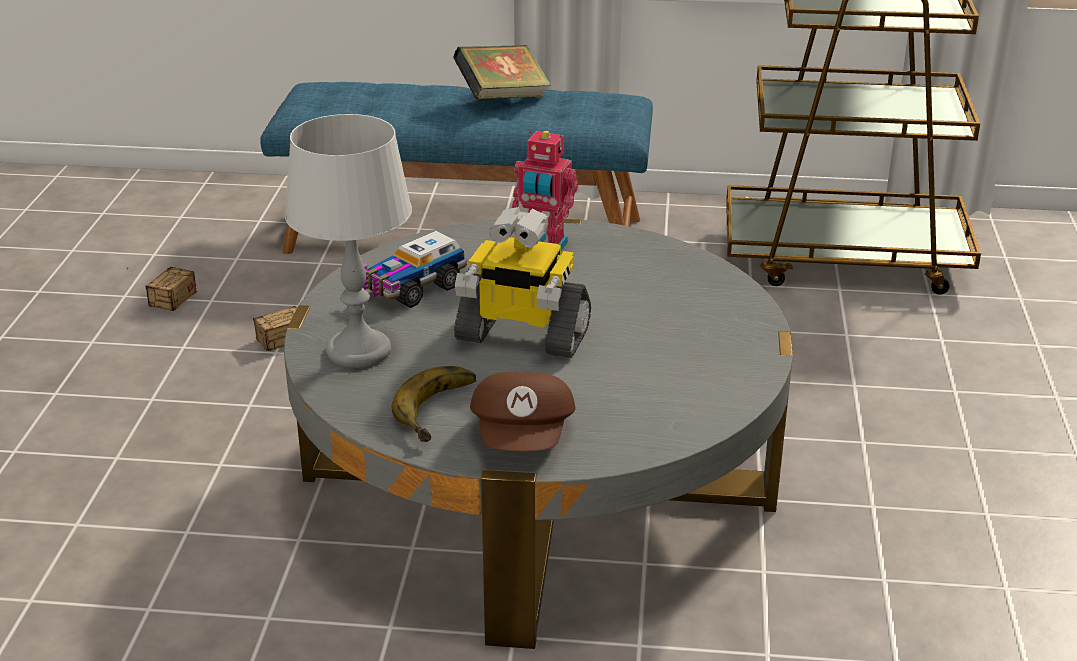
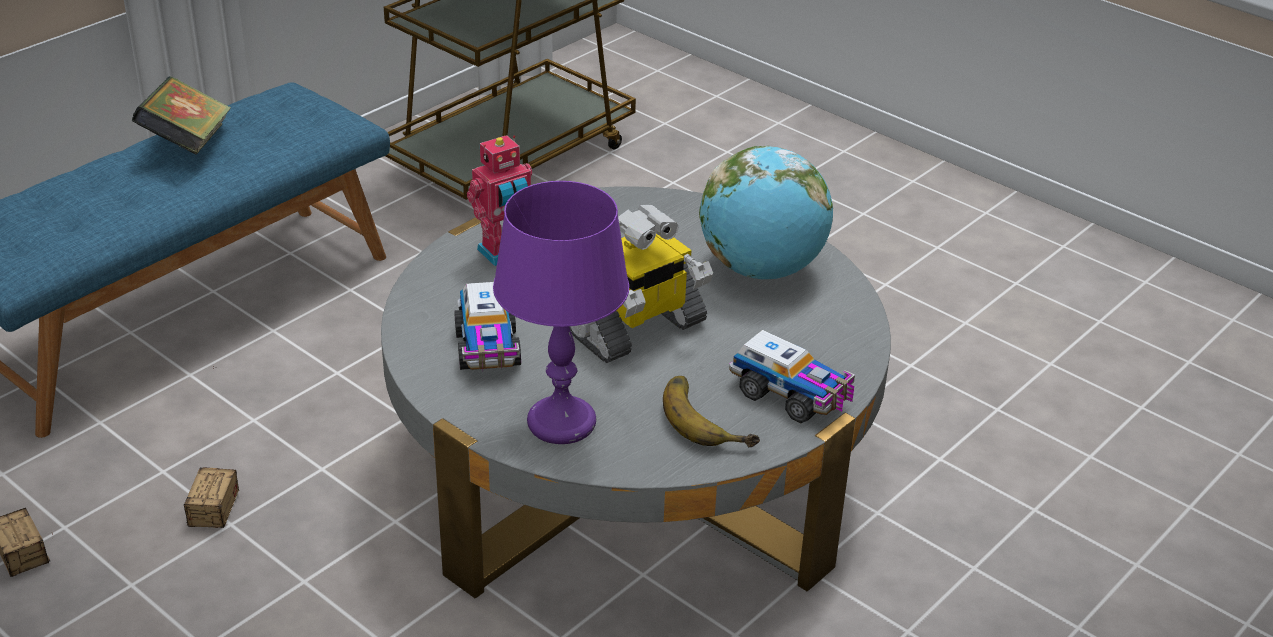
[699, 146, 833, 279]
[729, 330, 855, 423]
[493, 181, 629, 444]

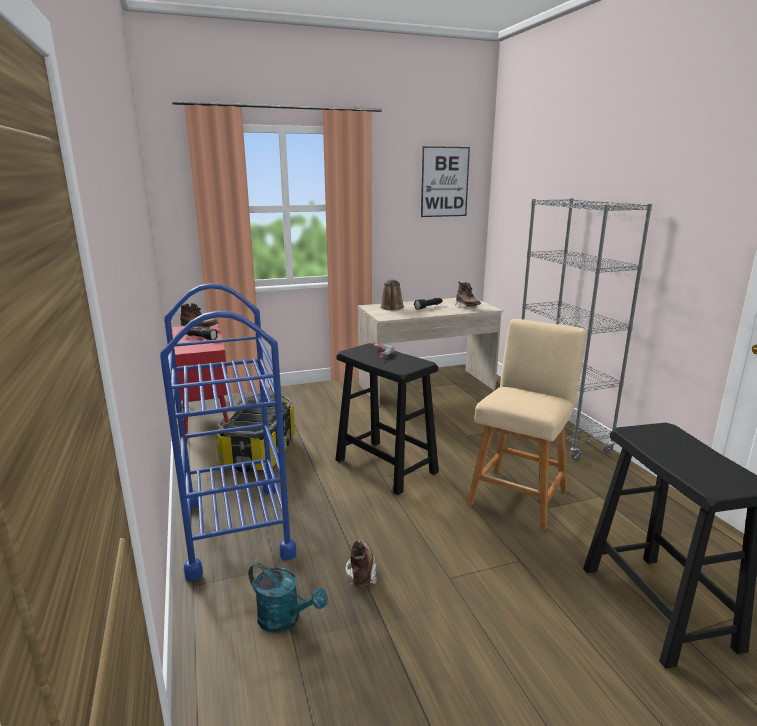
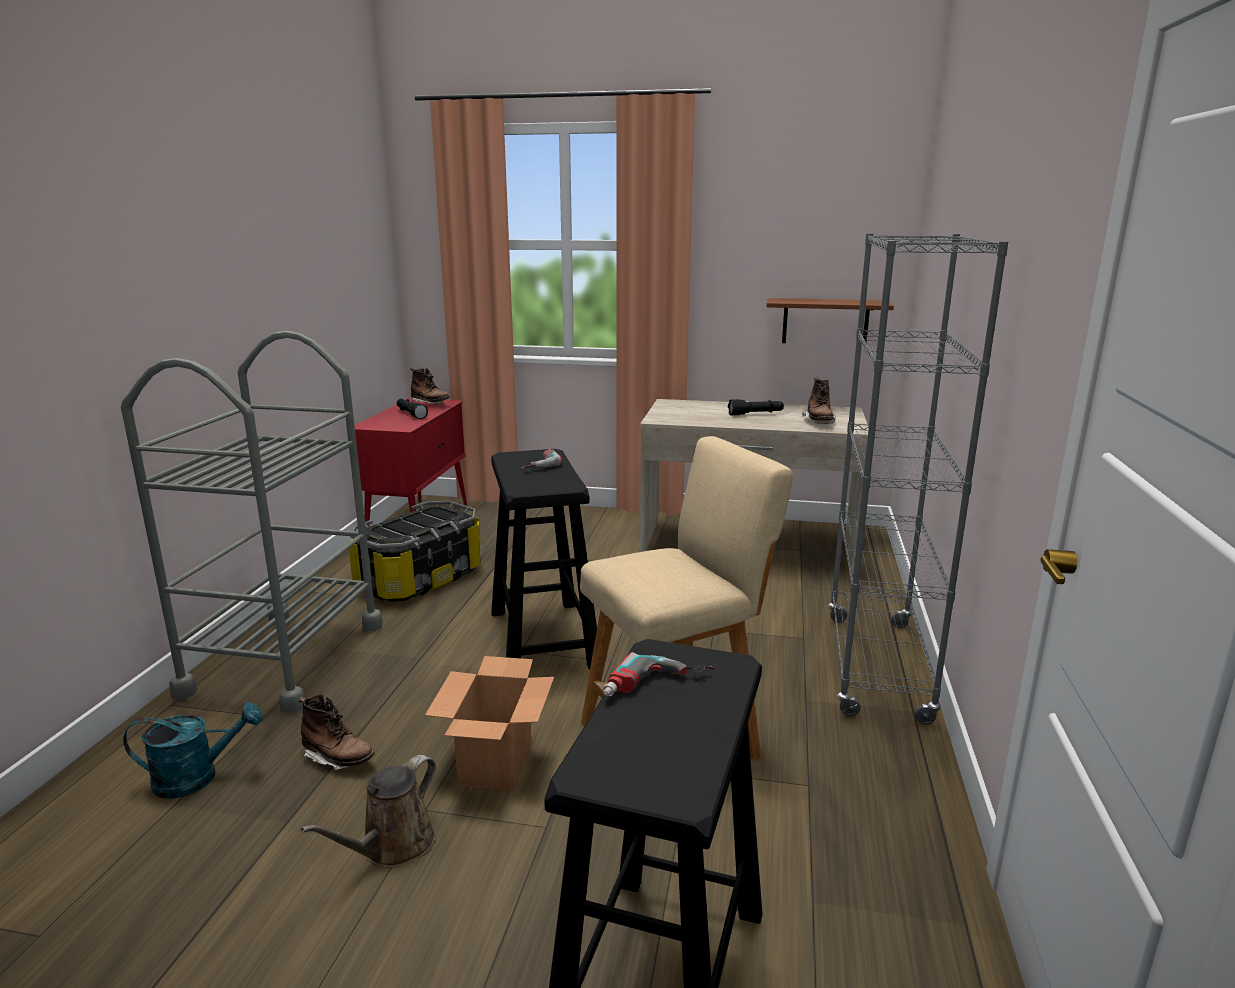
[421, 146, 470, 217] (first image)
[425, 656, 554, 791]
[603, 652, 714, 696]
[767, 298, 894, 346]
[301, 755, 436, 868]
[121, 331, 383, 714]
[123, 702, 263, 799]
[299, 694, 375, 770]

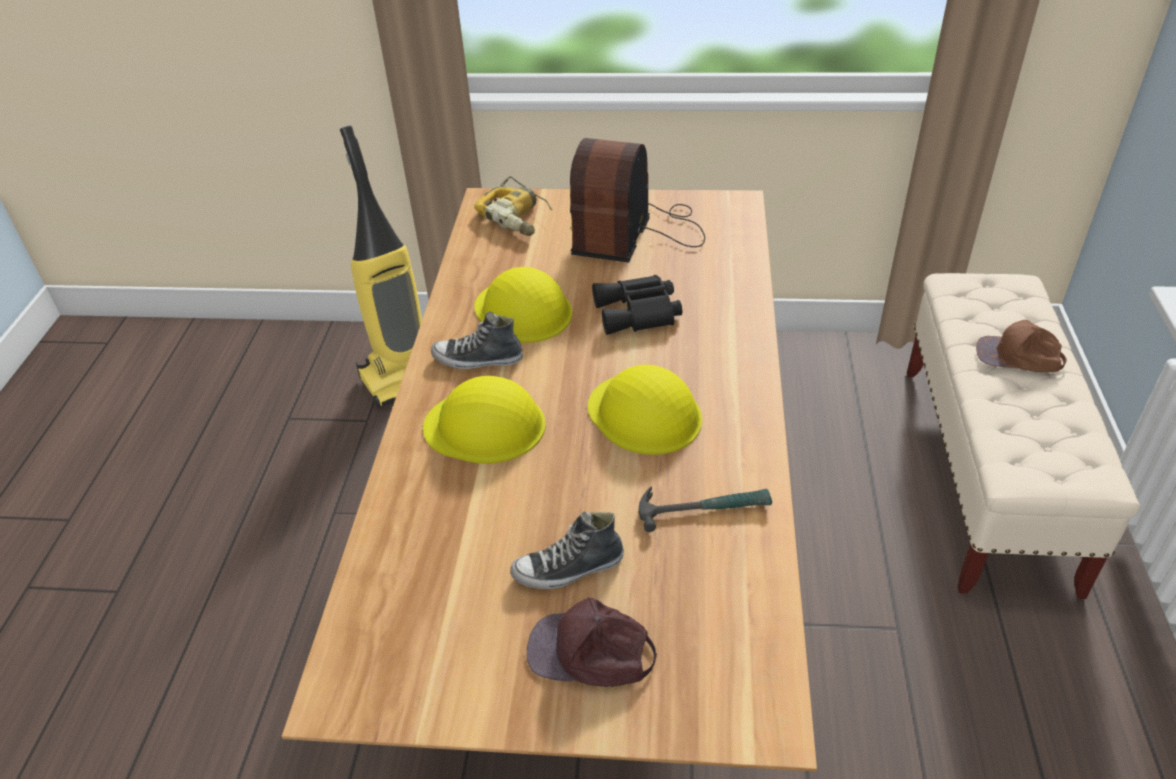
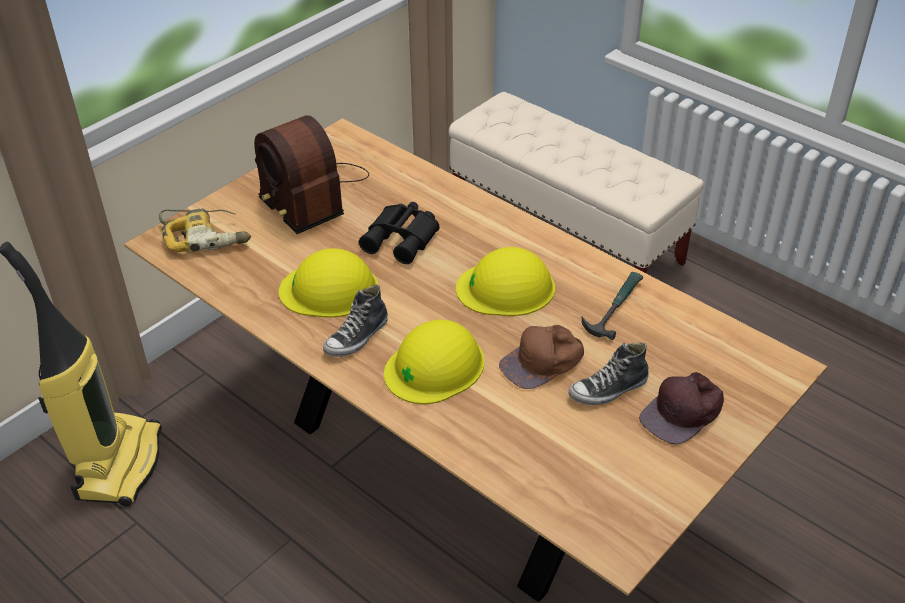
[499, 325, 584, 389]
[569, 343, 649, 405]

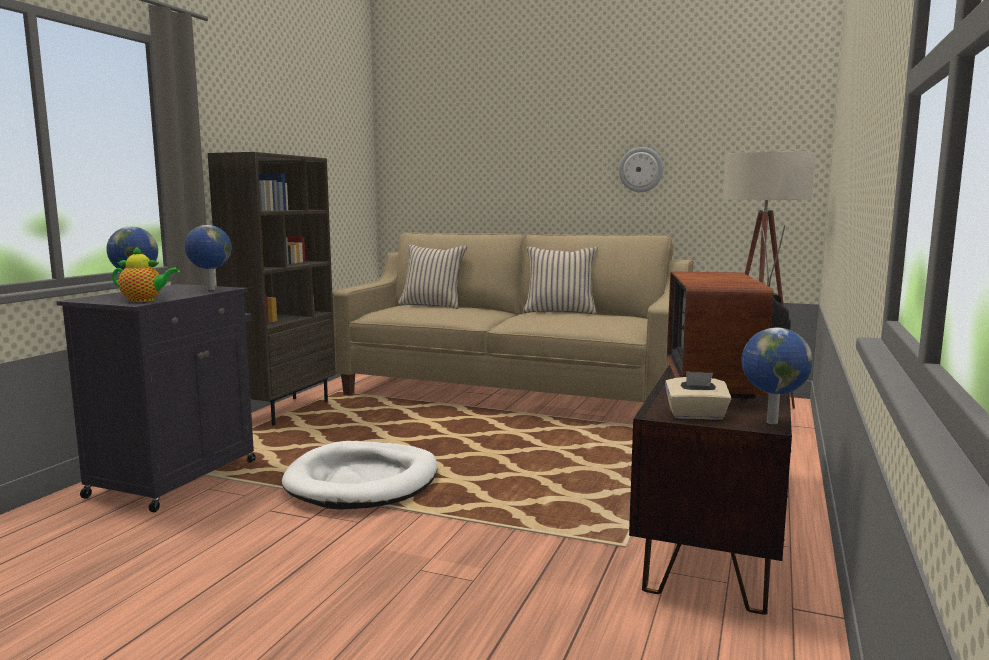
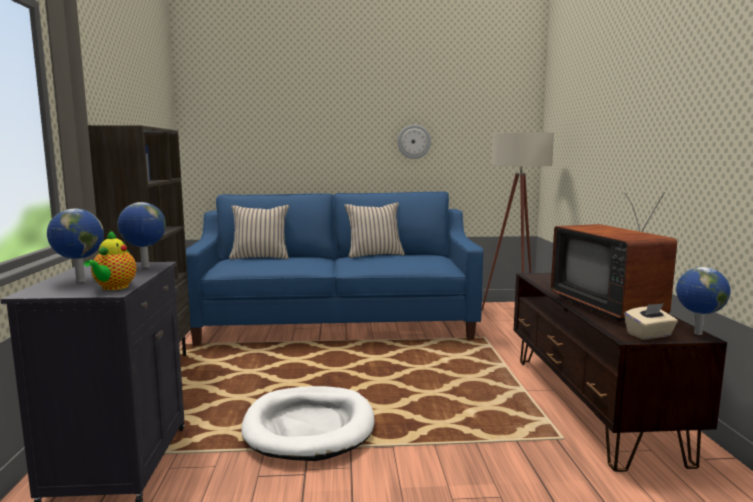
[186, 192, 483, 346]
[84, 230, 137, 290]

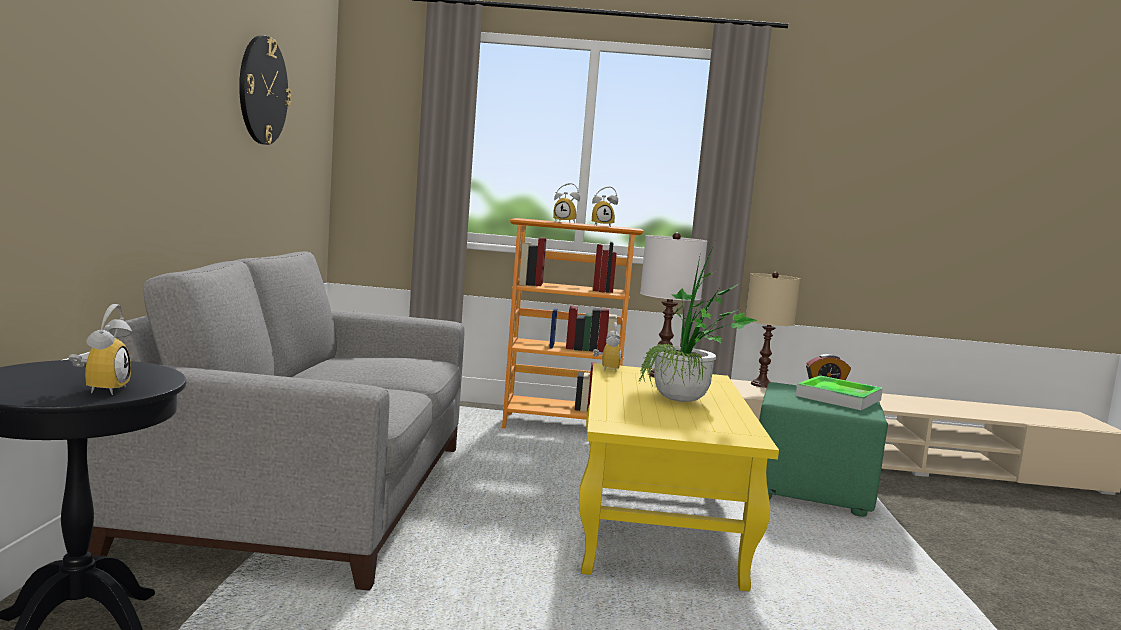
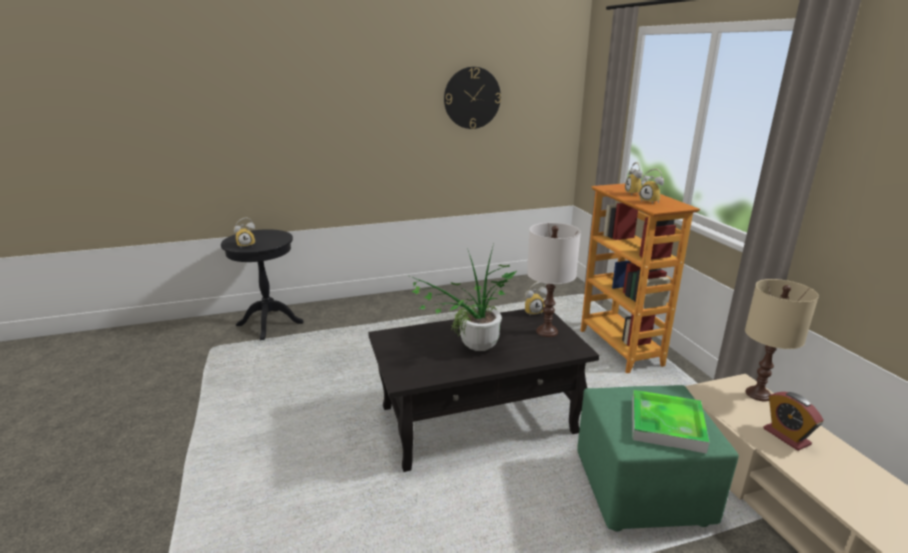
[87, 252, 465, 591] (first image)
[368, 309, 599, 472]

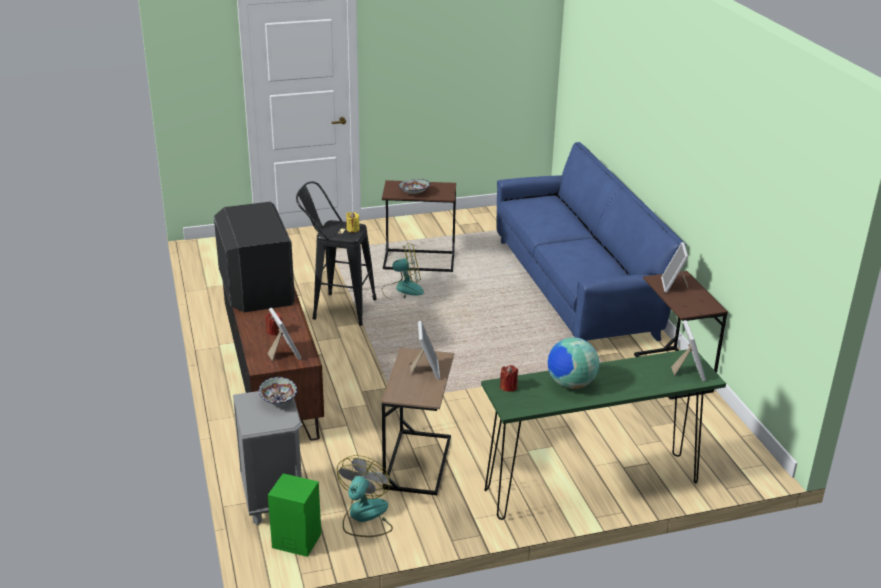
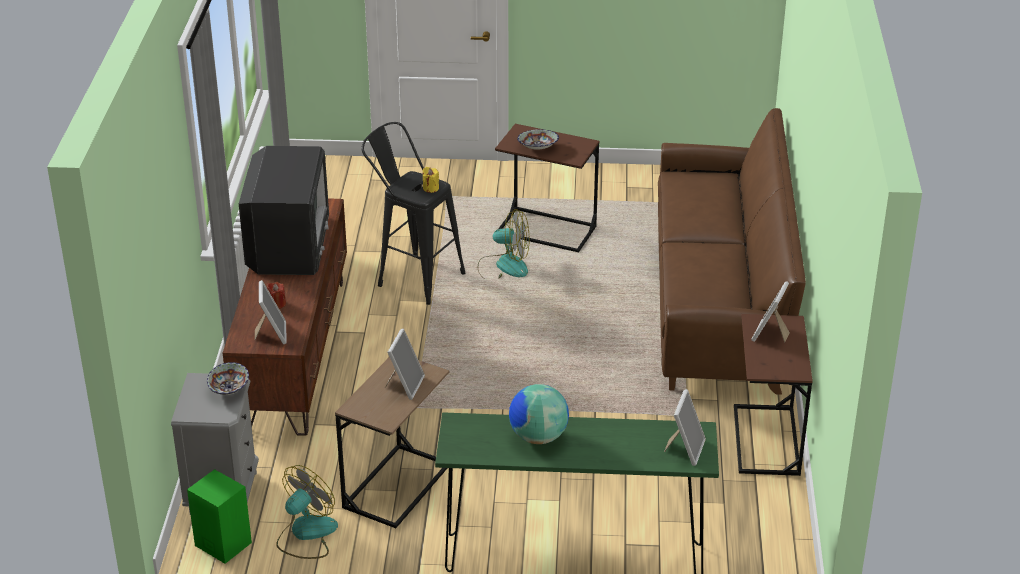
[500, 365, 518, 392] (first image)
[658, 108, 806, 395]

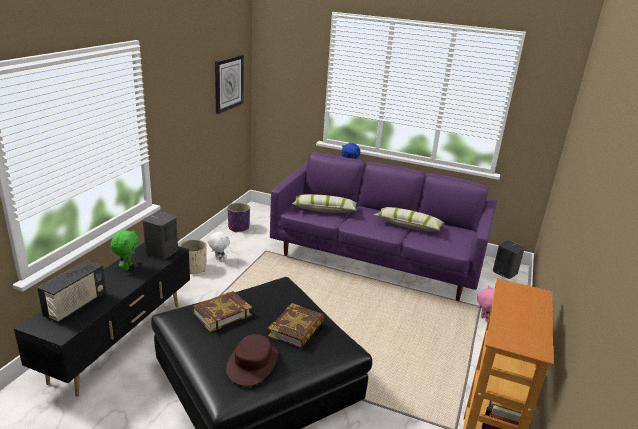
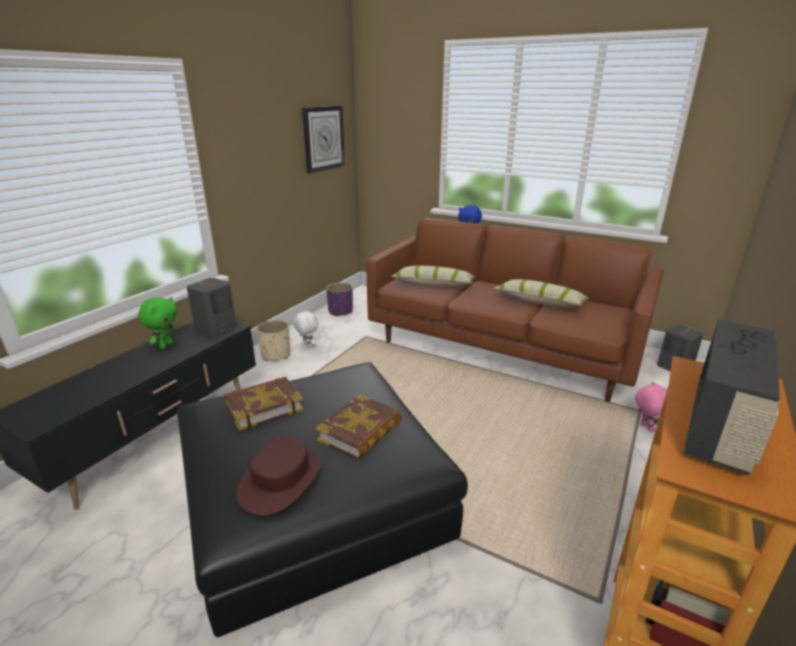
[683, 319, 780, 476]
[366, 218, 664, 402]

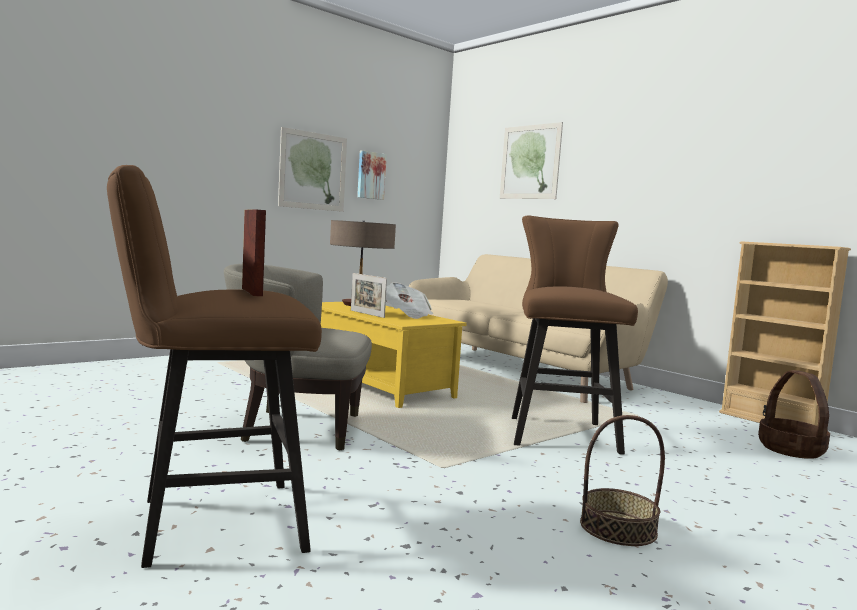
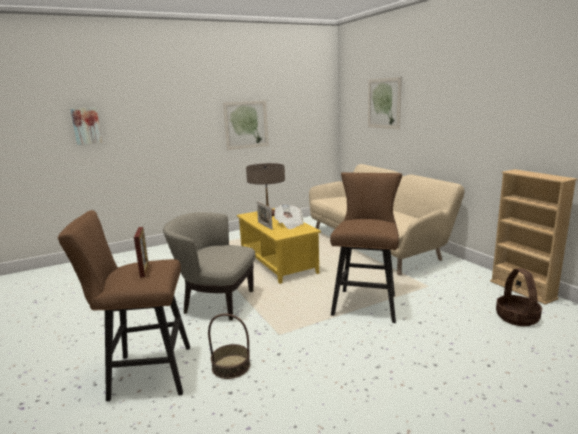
[71, 107, 102, 145]
[208, 314, 250, 379]

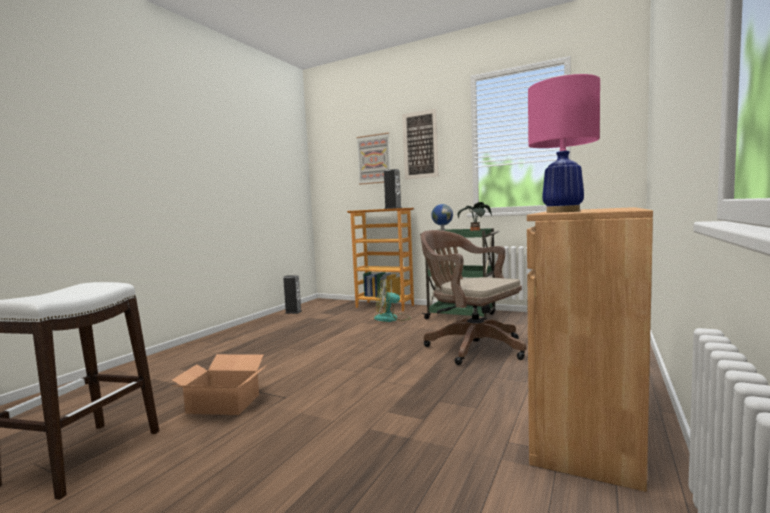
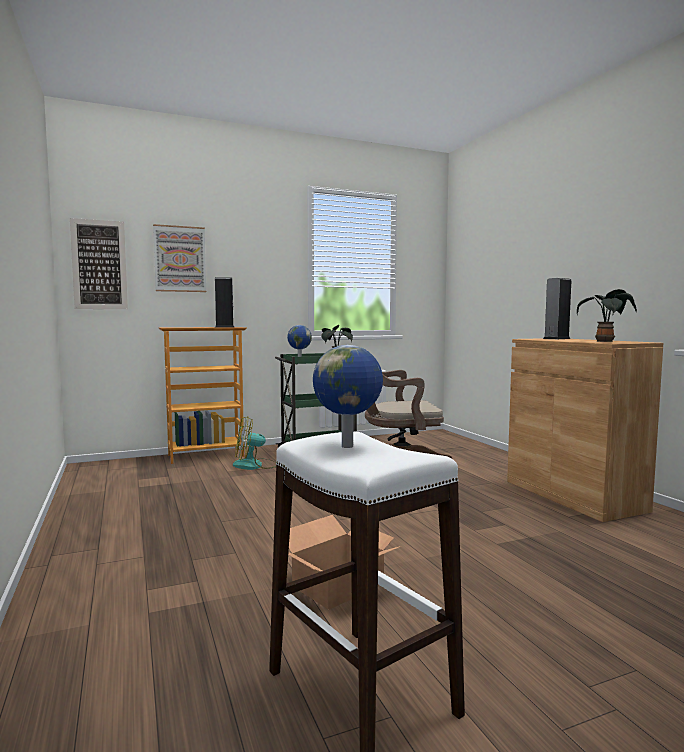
[313, 345, 383, 448]
[543, 278, 571, 339]
[70, 218, 128, 309]
[577, 289, 637, 342]
[233, 416, 276, 470]

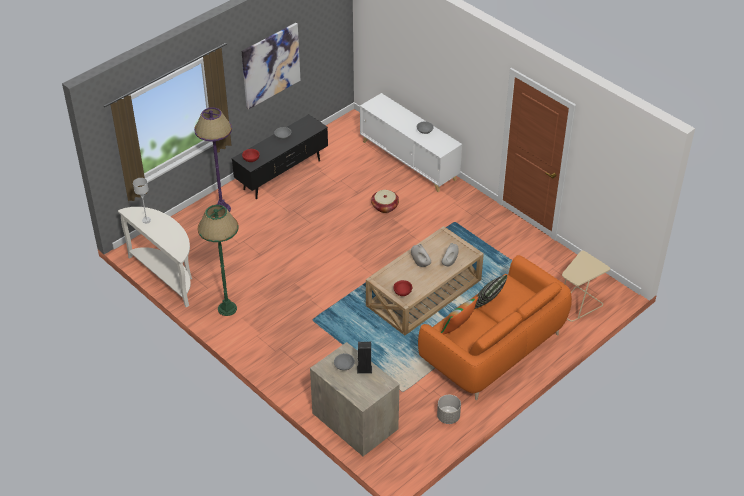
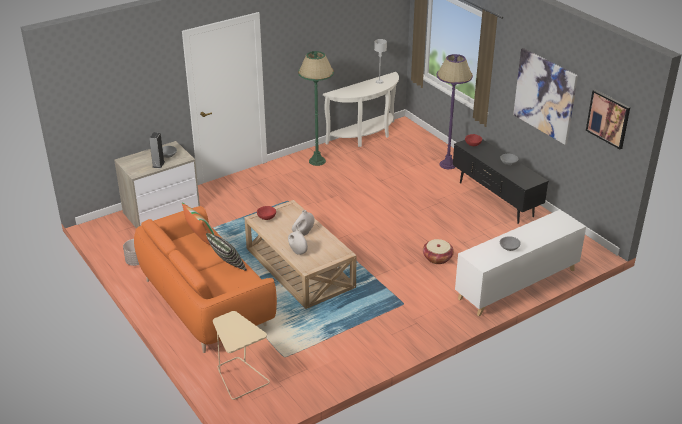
[586, 90, 630, 149]

